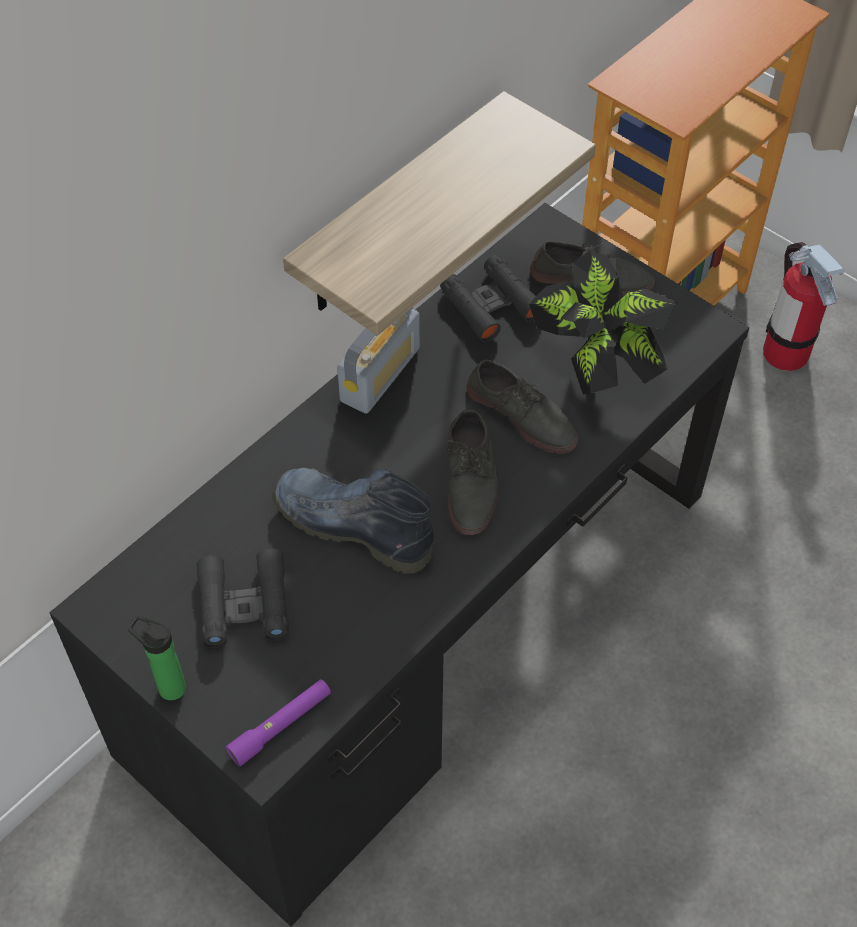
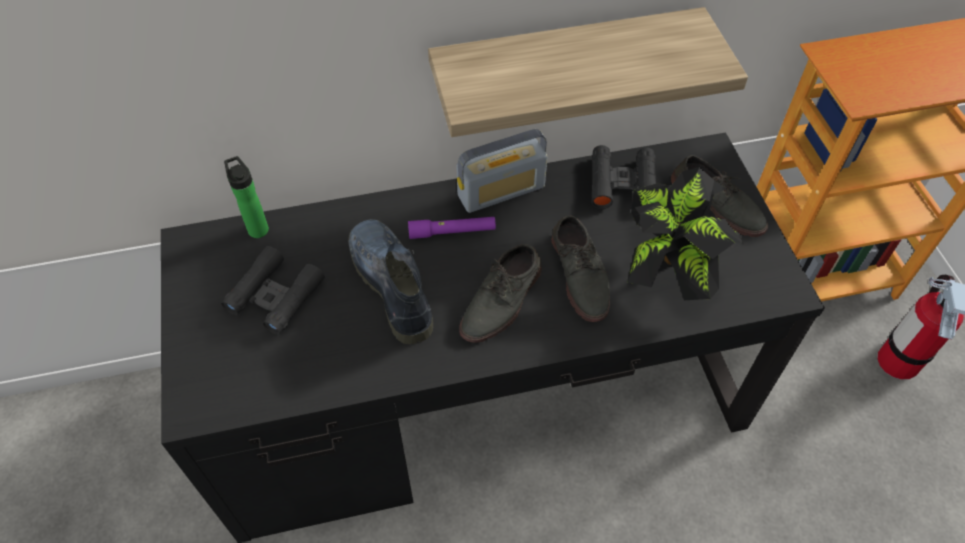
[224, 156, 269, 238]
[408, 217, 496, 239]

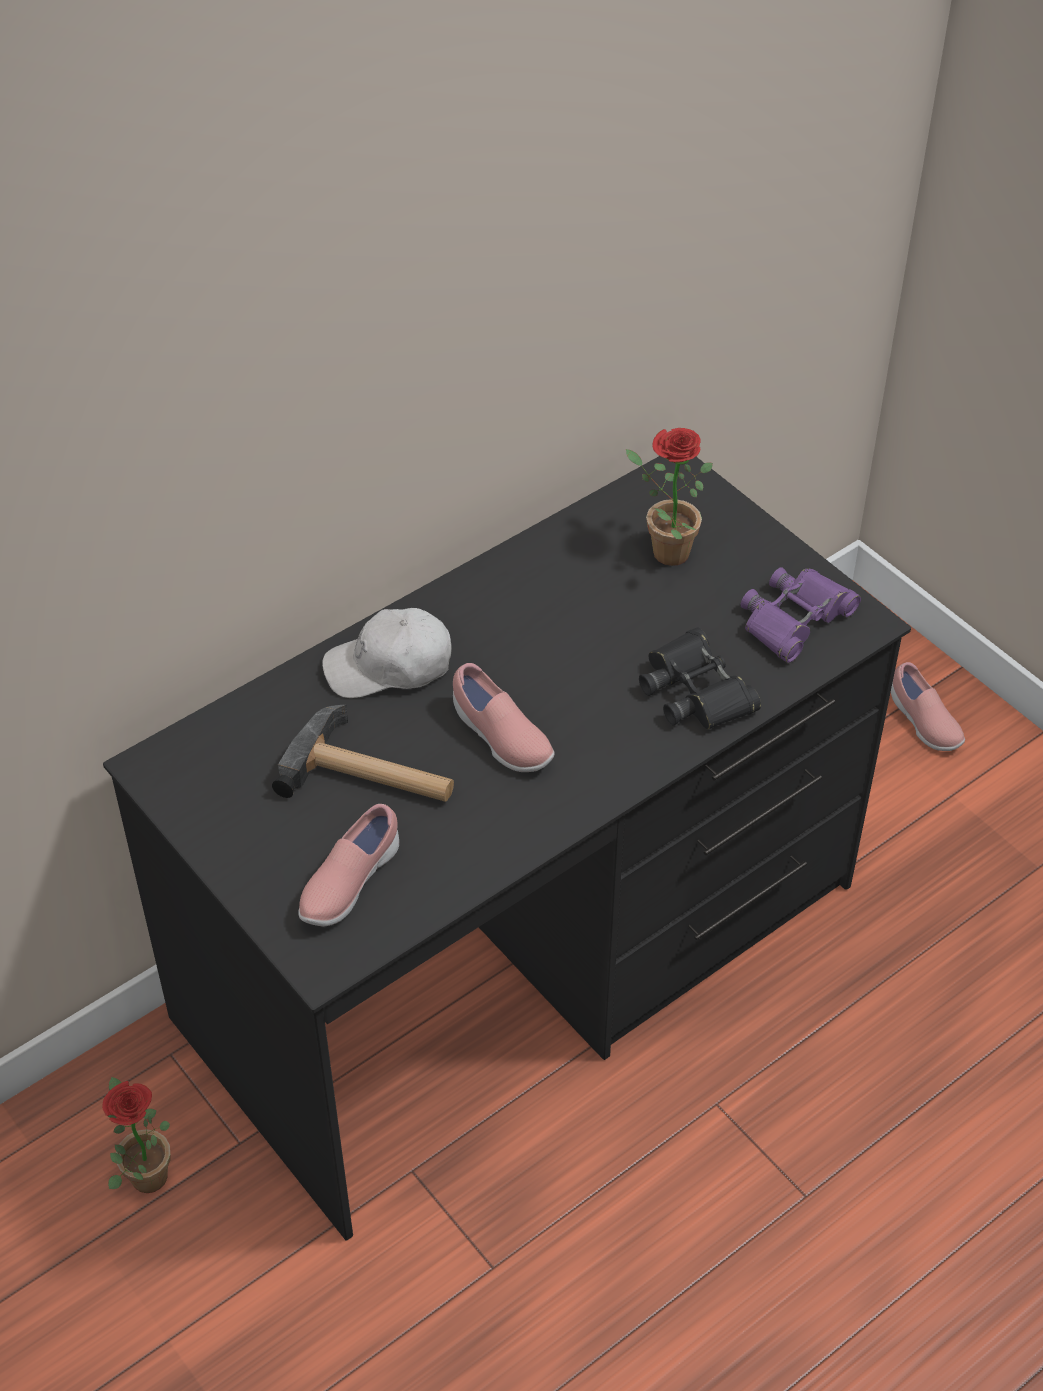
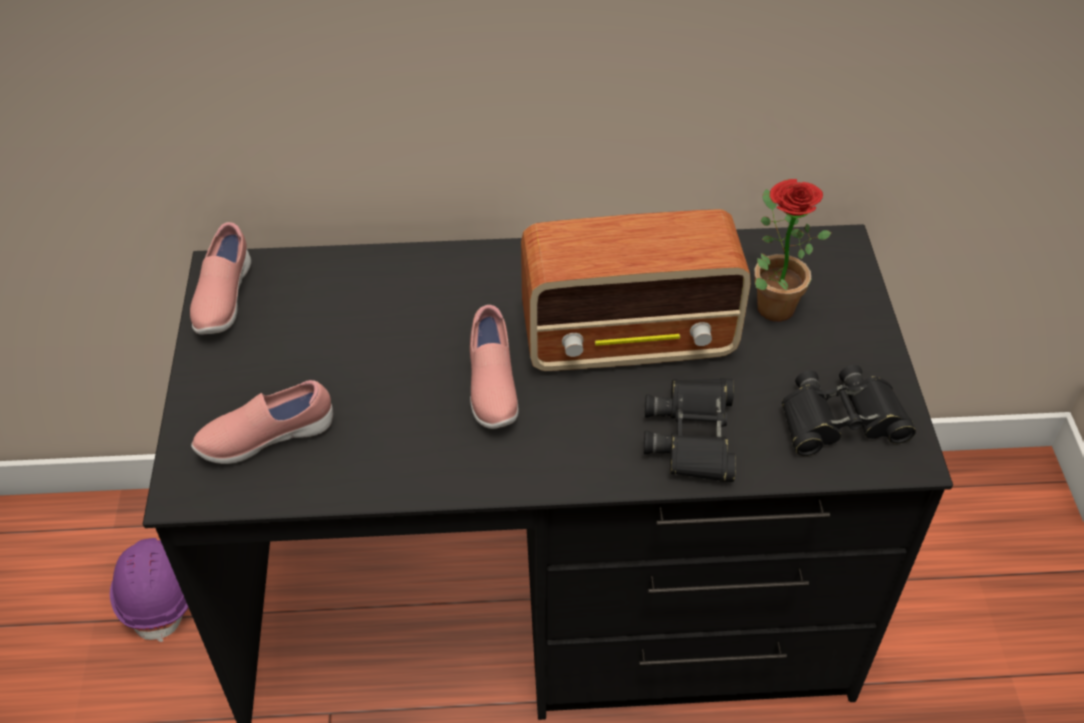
[272, 705, 454, 802] (first image)
[322, 608, 452, 698] (first image)
[521, 209, 751, 371]
[190, 222, 251, 335]
[110, 538, 188, 642]
[782, 365, 916, 456]

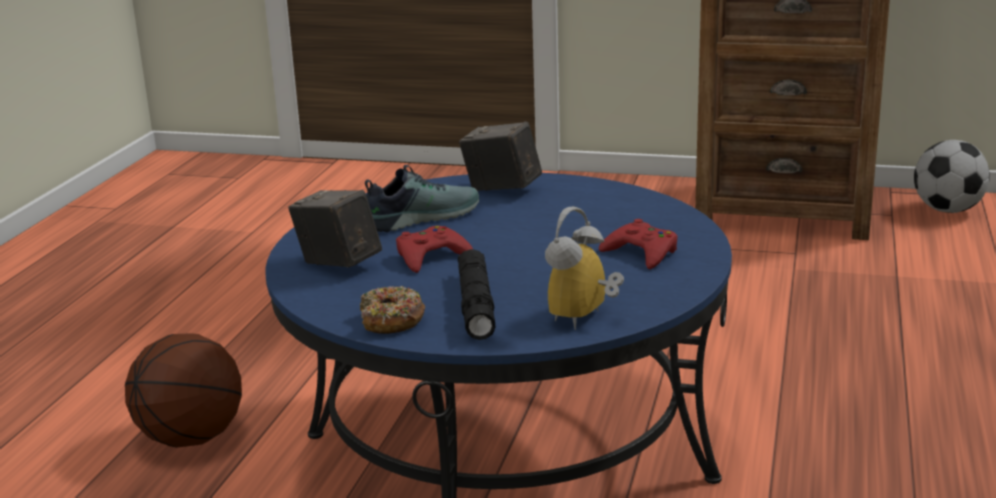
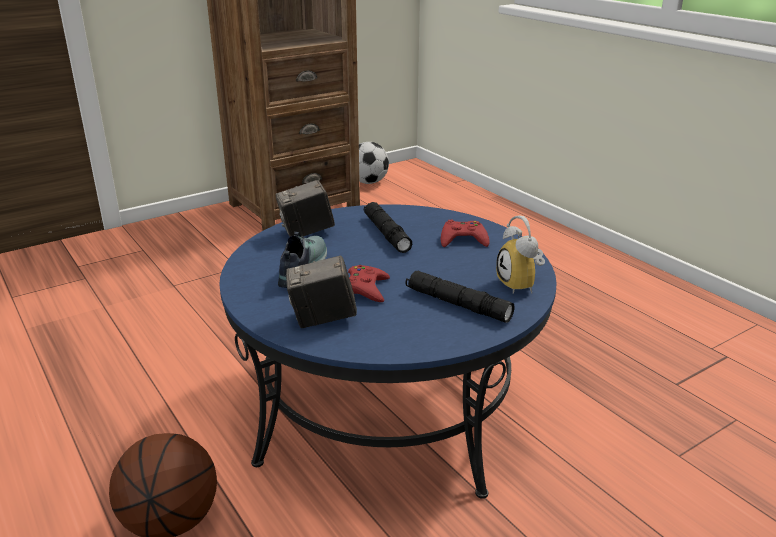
[360, 286, 425, 334] (first image)
[364, 202, 412, 253]

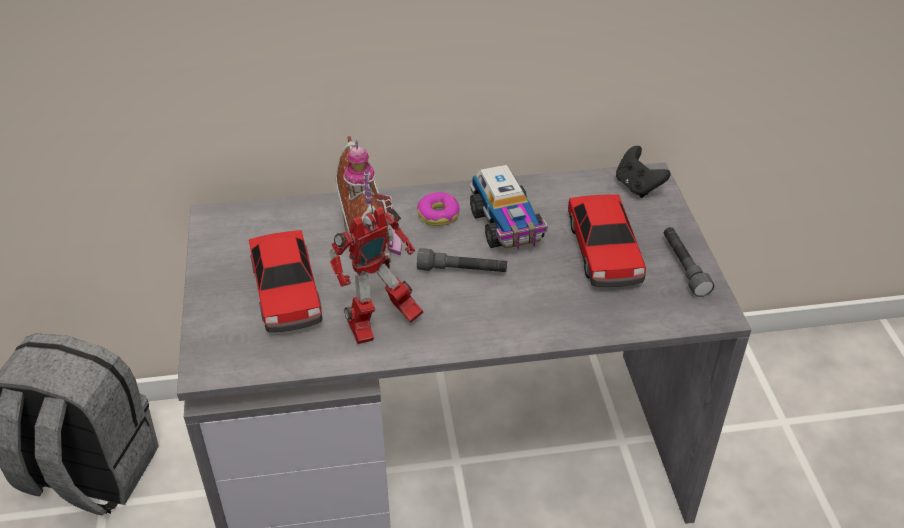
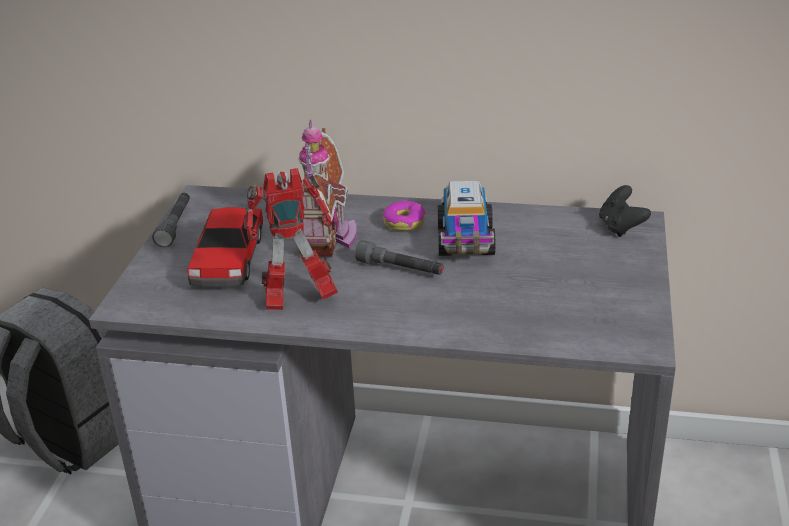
[568, 194, 646, 287] (first image)
[152, 193, 190, 247]

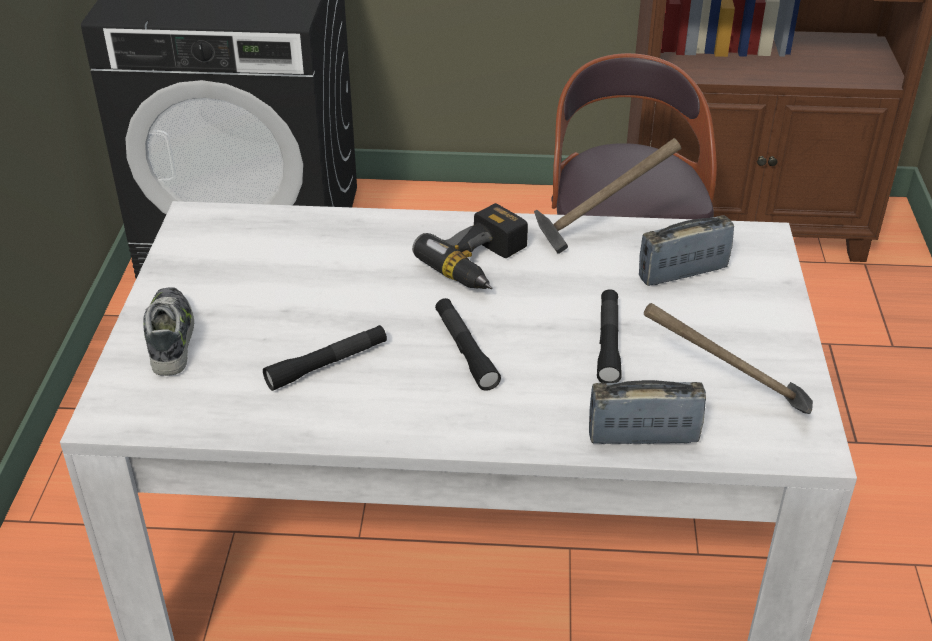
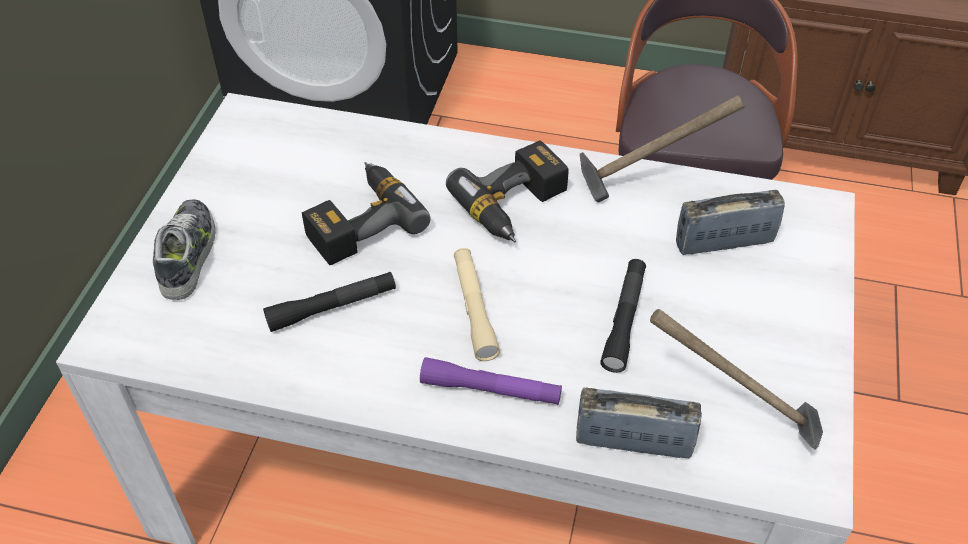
[302, 162, 431, 266]
[420, 357, 562, 405]
[454, 248, 500, 361]

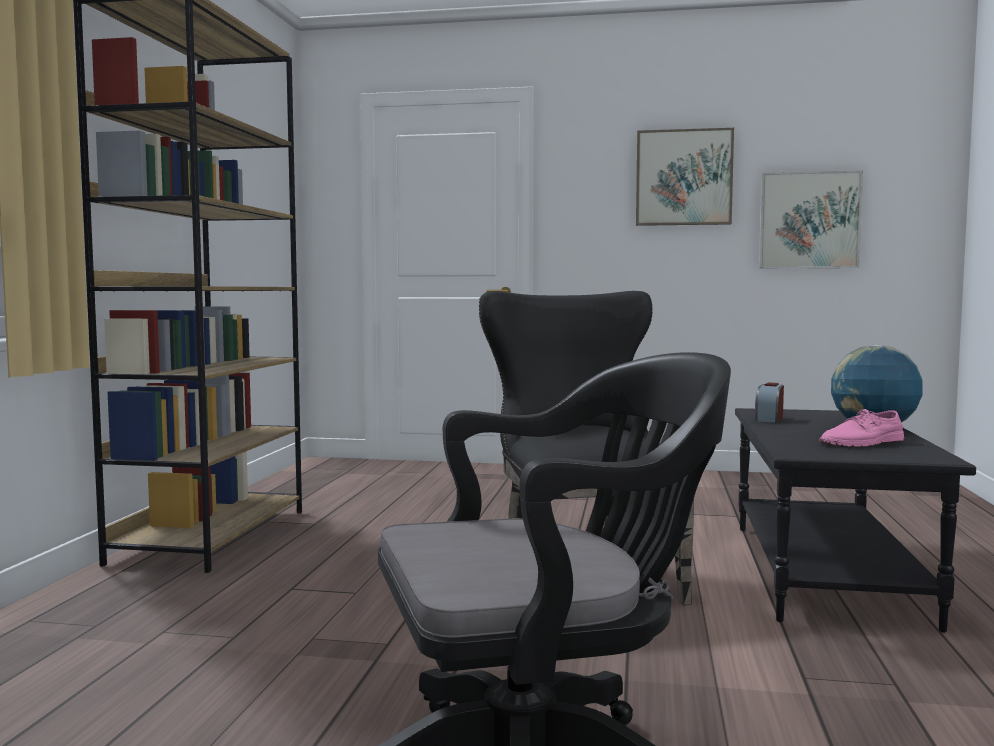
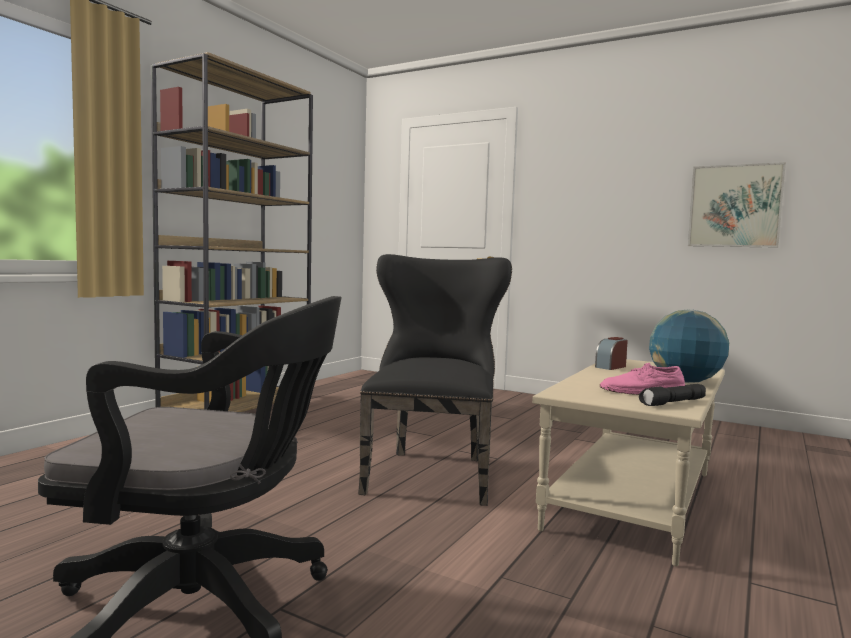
[636, 128, 734, 226] (first image)
[639, 384, 706, 406]
[532, 359, 725, 567]

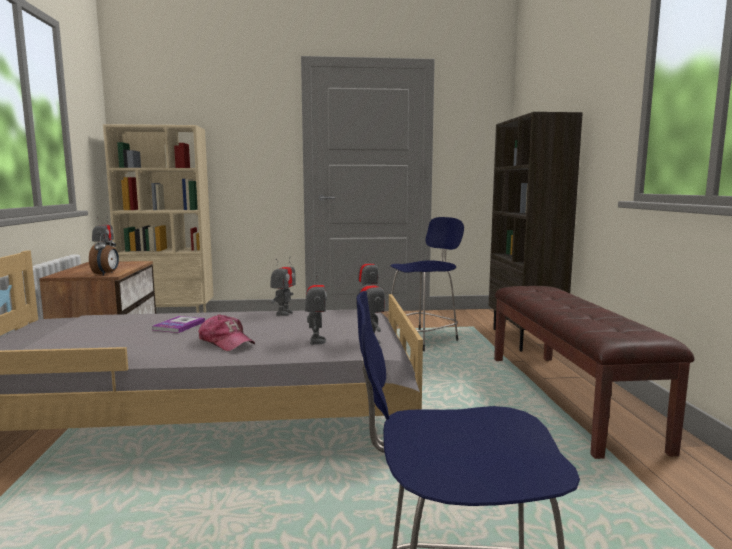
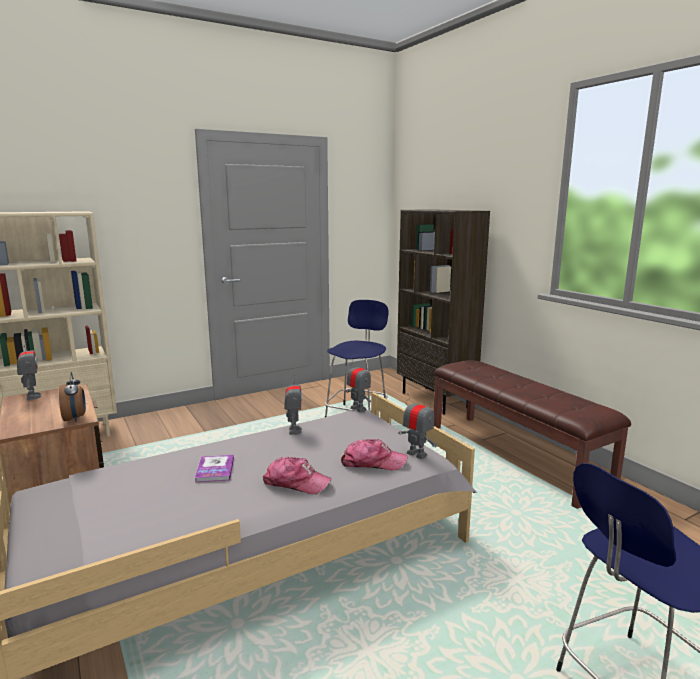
[341, 439, 408, 471]

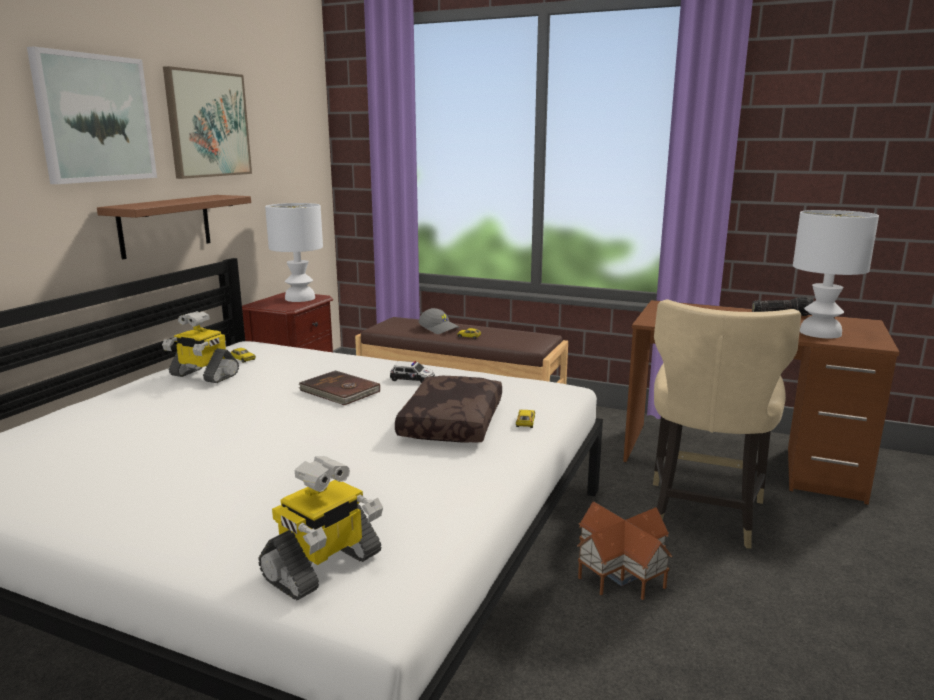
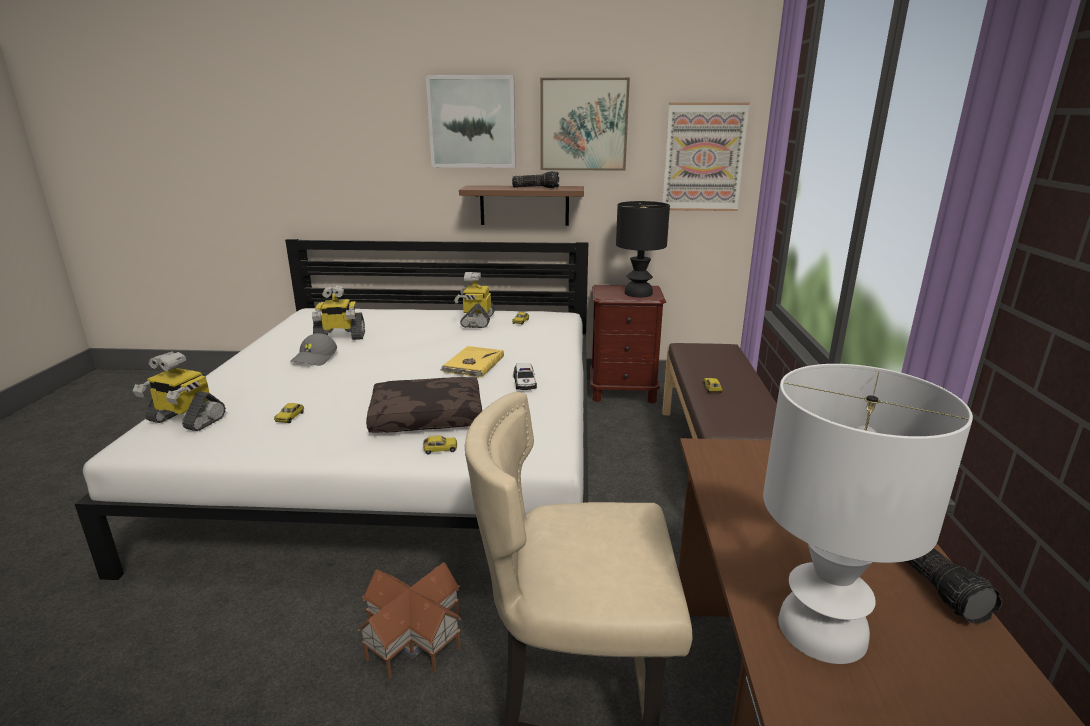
[274, 403, 304, 423]
[312, 285, 365, 340]
[512, 171, 559, 188]
[662, 102, 750, 211]
[290, 333, 337, 366]
[616, 201, 670, 297]
[440, 346, 504, 377]

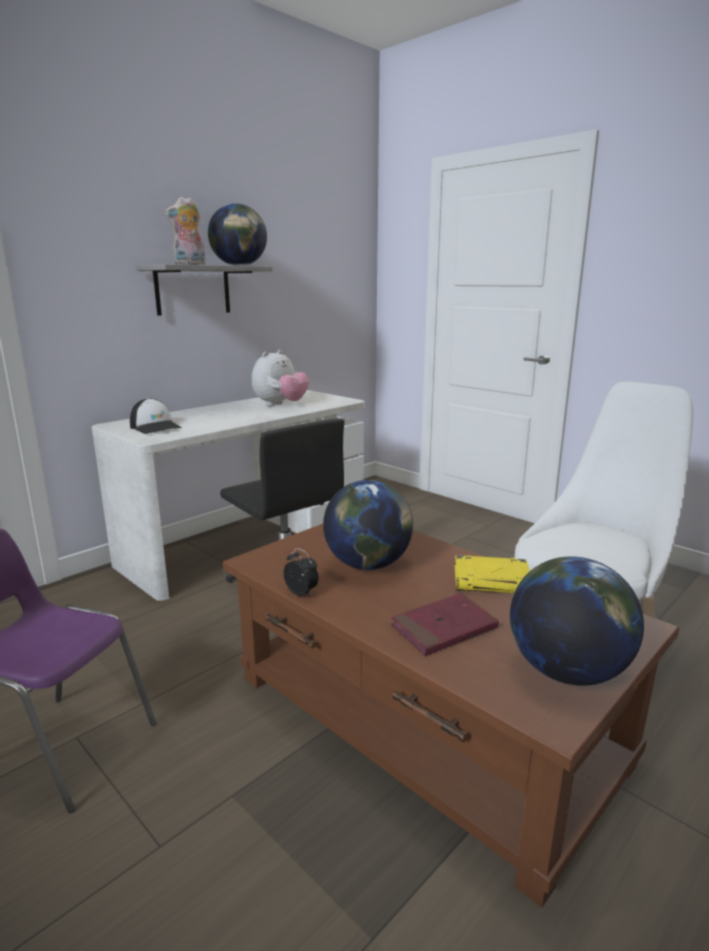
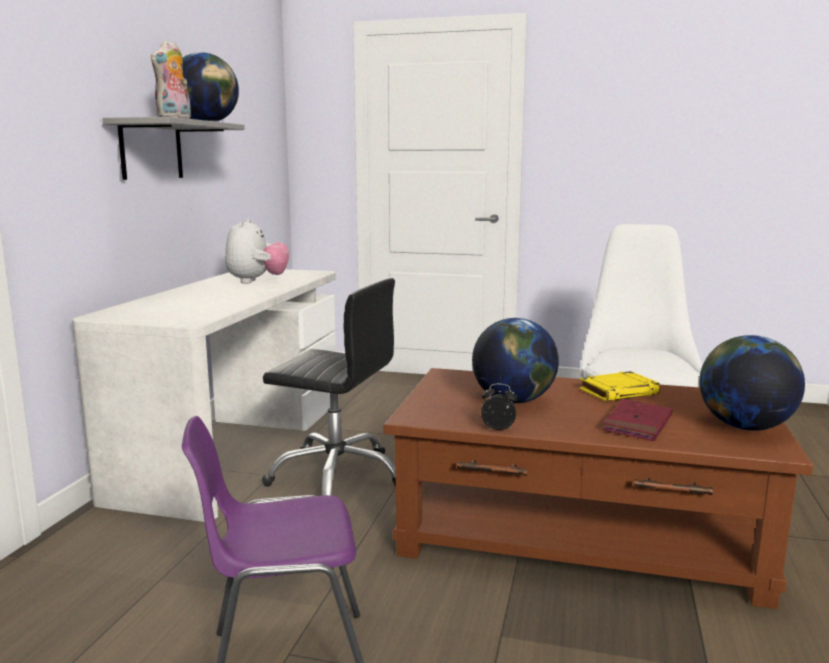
[130, 398, 182, 434] (first image)

